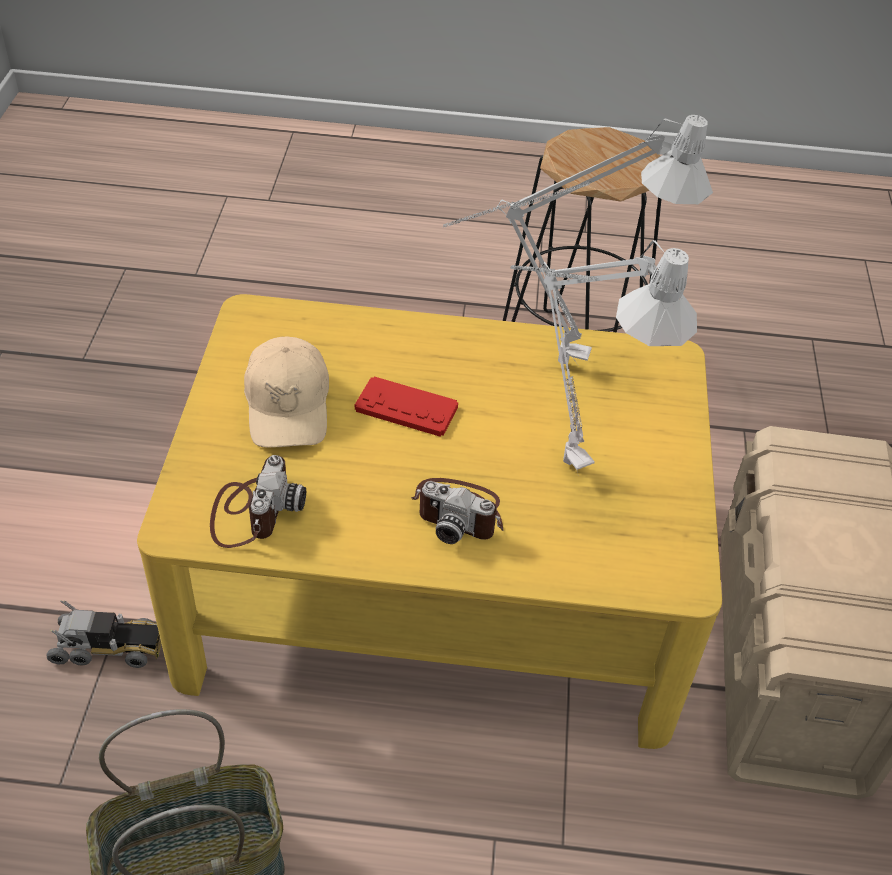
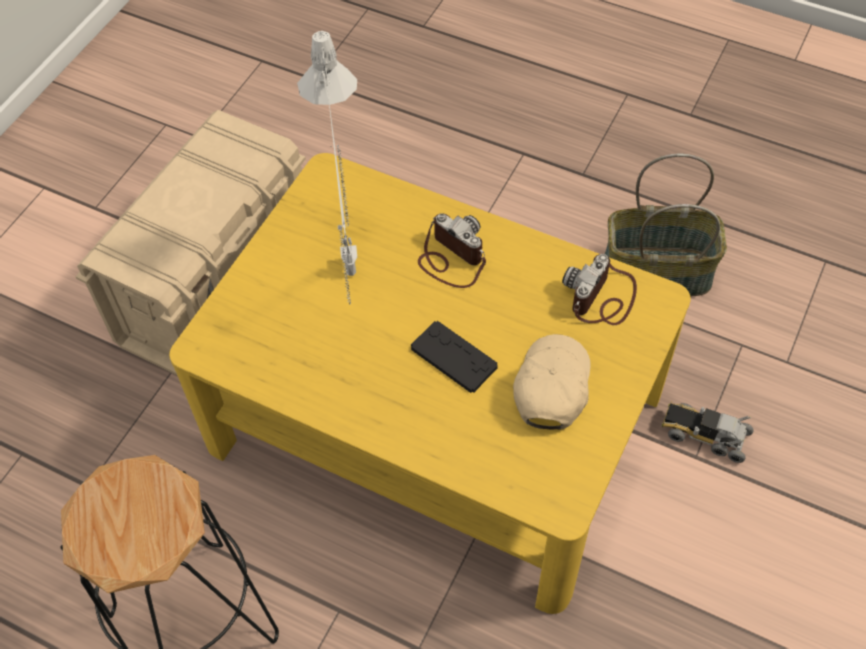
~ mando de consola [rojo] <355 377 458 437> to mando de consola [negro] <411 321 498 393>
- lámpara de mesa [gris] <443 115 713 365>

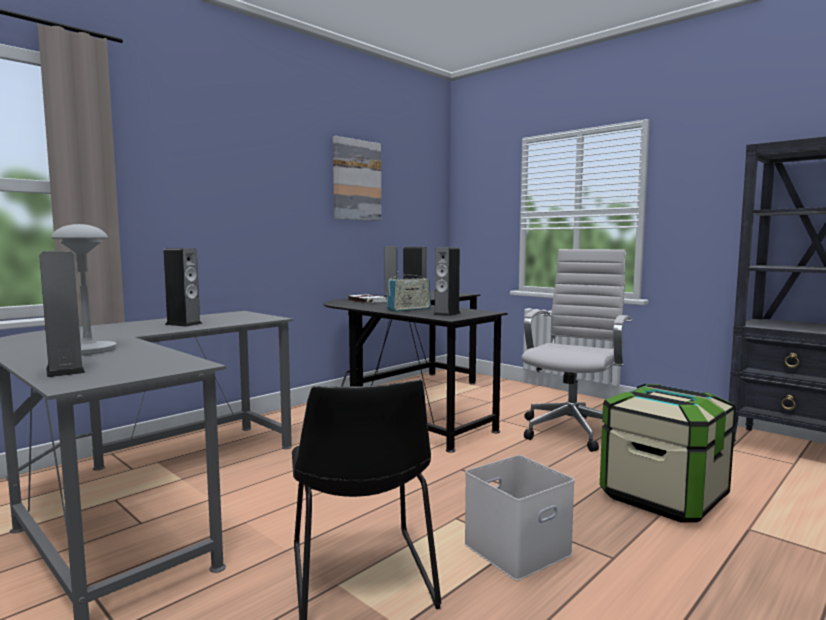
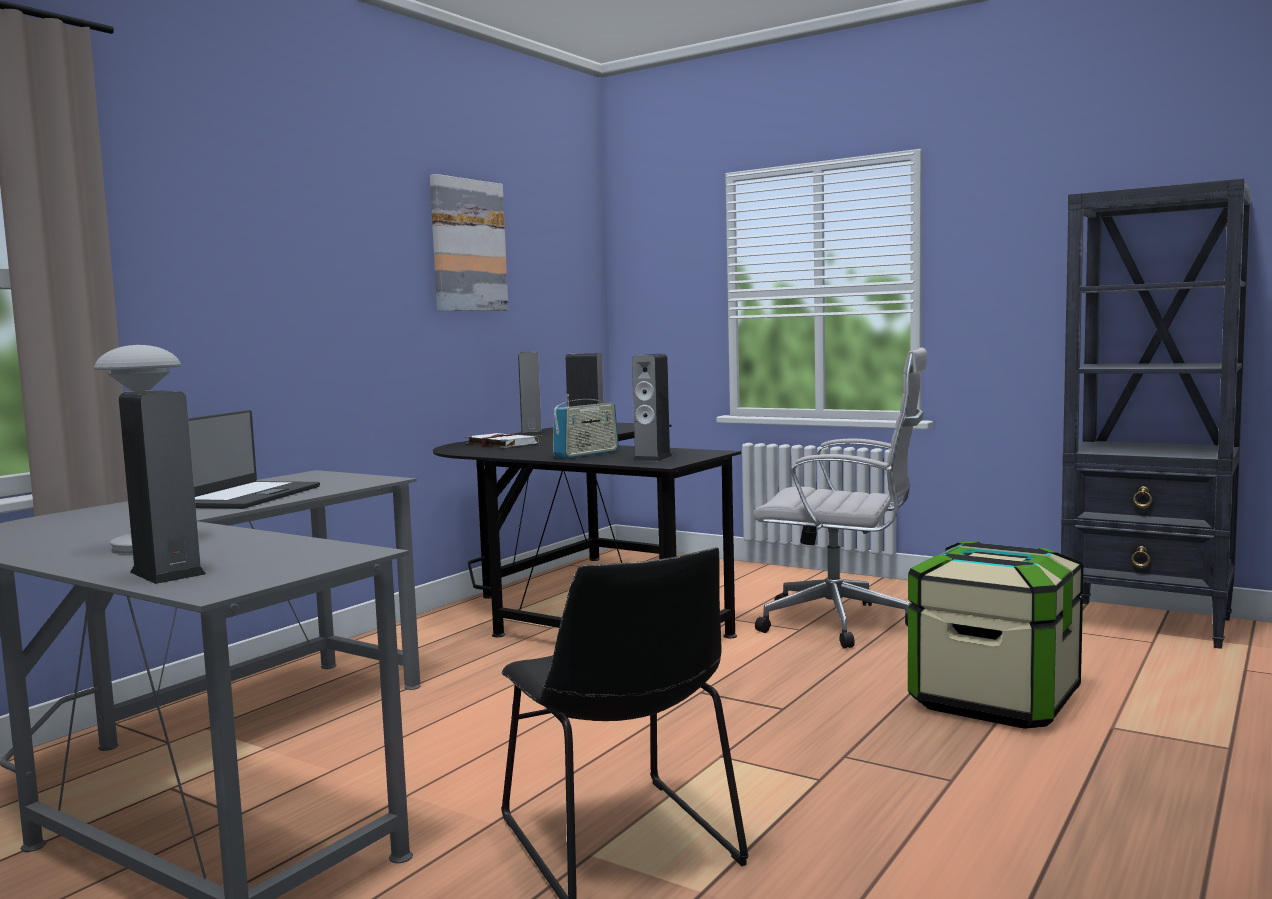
~ altavoz <163 248 202 327> to portátil <188 410 320 509>
~ silla de oficina [blanco] <522 249 632 452> = <753 348 927 649> 90 degrees clockwise
- caja de almacenaje [blanco] <464 455 575 581>

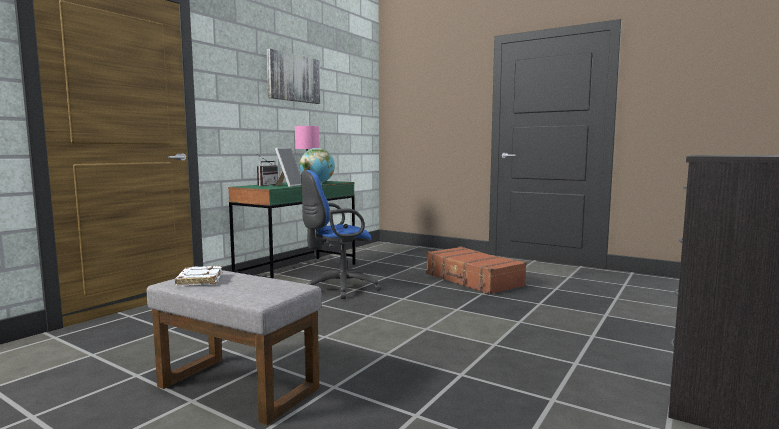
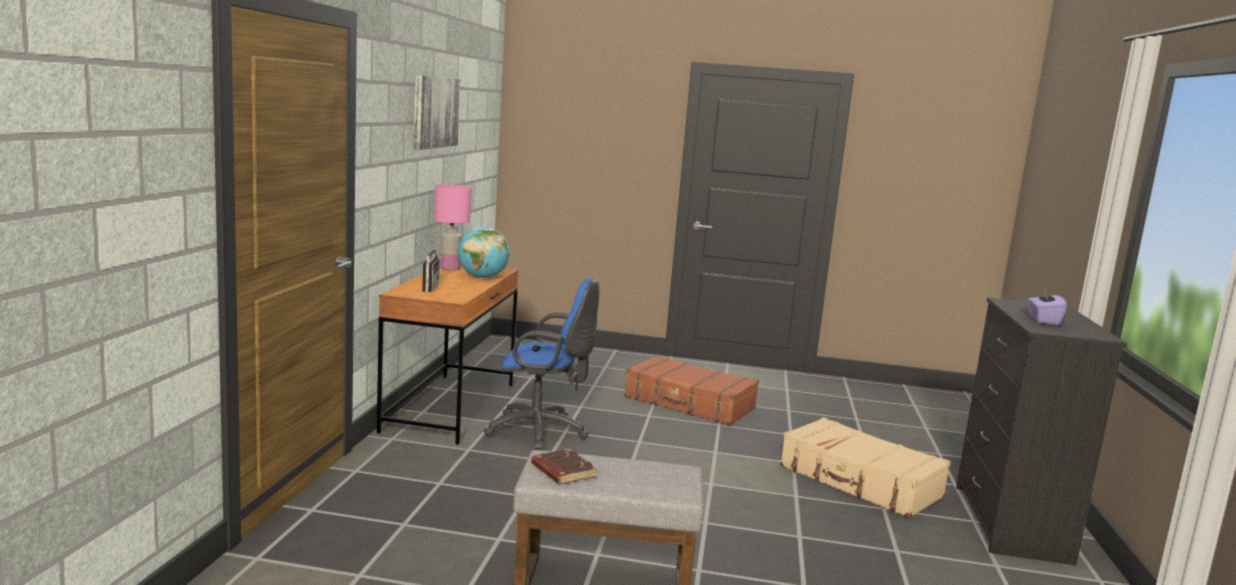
~ escritorio [verde] <228 181 355 279> to escritorio [marrón] <377 265 519 445>
~ silla de oficina [azul] <301 170 382 299> = <484 278 600 450> 120 degrees counterclockwise
~ libro [blanco] <174 266 223 286> to libro [marrón] <531 449 597 484>
+ maleta [beis] <780 417 951 518>
+ caja de pañuelos [morado] <1028 286 1067 325>
- portarretratos <275 148 302 187>

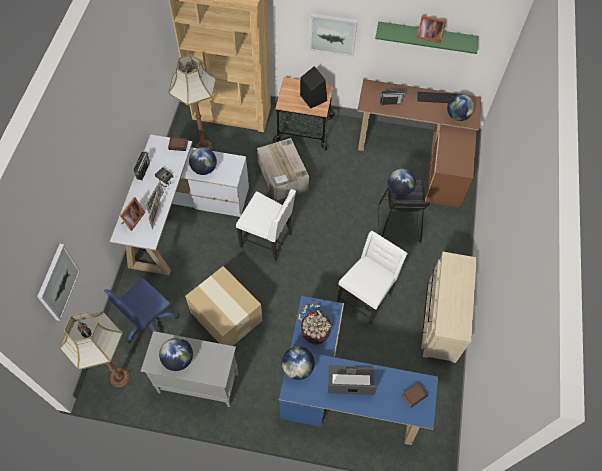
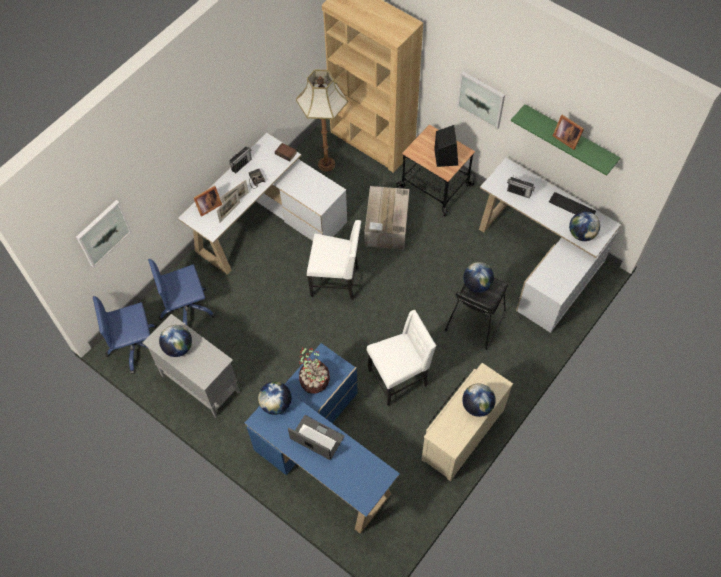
~ lámpara de pie <59 311 130 387> to silla de oficina [azul] <93 296 157 374>
~ silla [blanco] <236 189 296 261> = <307 220 361 300> 45 degrees counterclockwise
~ globo terráqueo <189 147 217 175> to <462 384 496 417>
~ escritorio [marrón] <357 79 481 208> to escritorio [blanco] <479 157 621 333>
- caja de cartón <185 266 263 346>
- libro <402 382 428 408>

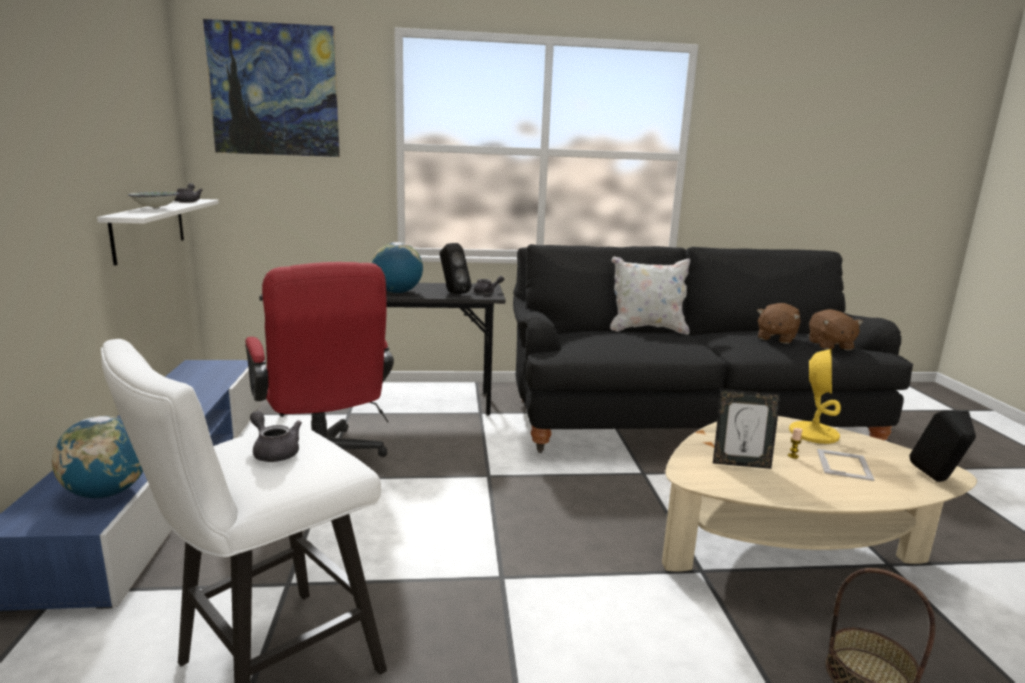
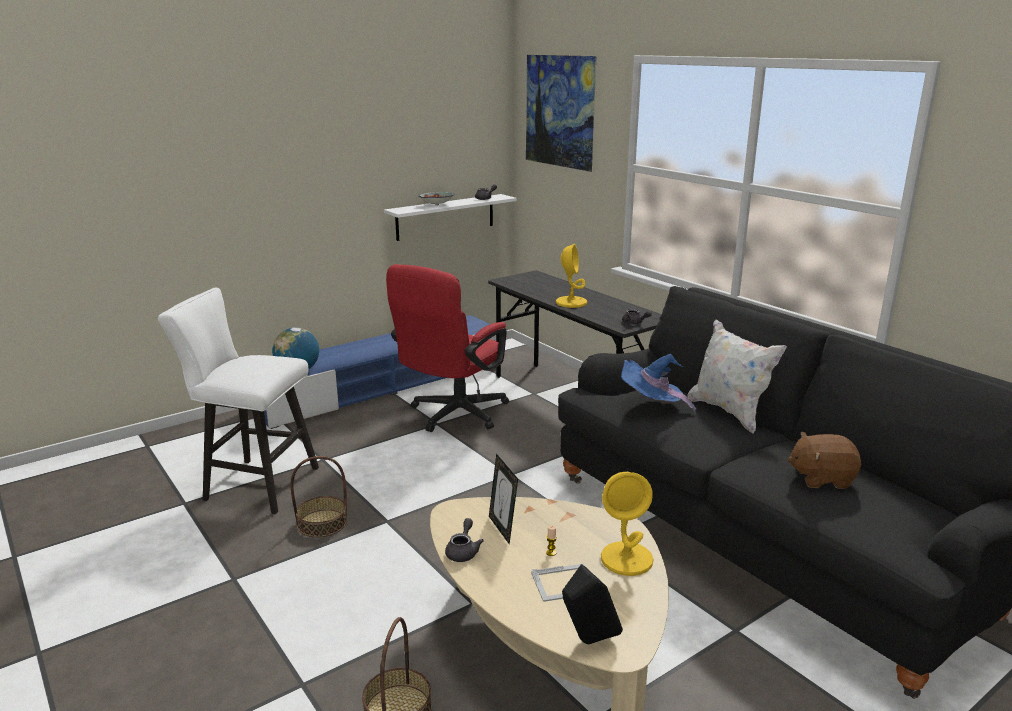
+ cesta <290 456 347 538>
~ tetera [gris] <250 411 302 462> to <445 518 484 562>
~ globo terráqueo <372 242 423 293> to lámpara de mesa [amarillo] <556 244 587 308>
+ sombrero [azul] <621 354 696 414>
- altavoz [negro] <440 243 472 294>
- peluche [marrón] <809 309 863 350>

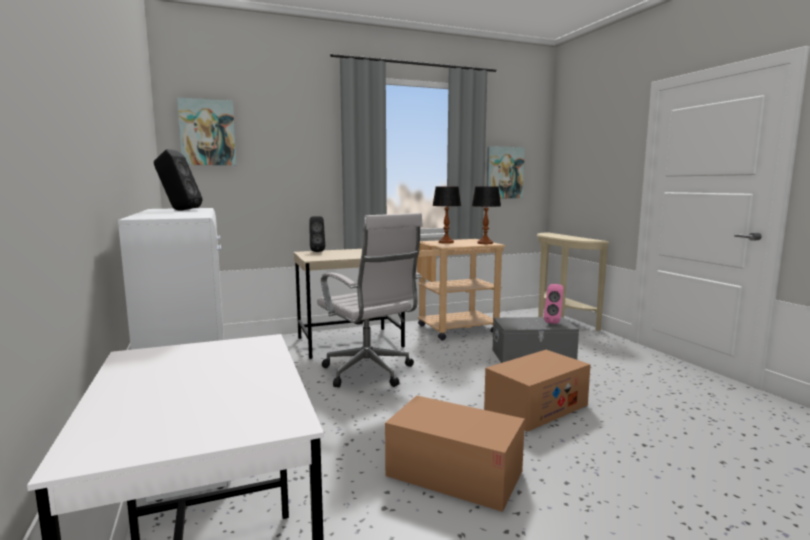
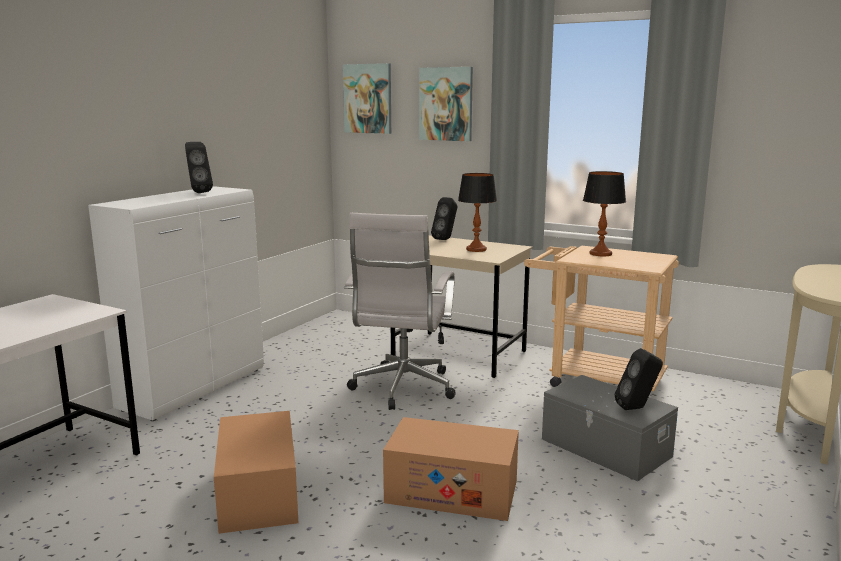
~ cuadro <487 146 525 199> to <419 67 473 141>
~ lámpara de mesa <472 187 501 244> to <458 173 497 252>
~ altavoz [rosa] <544 284 563 324> to altavoz [negro] <615 348 663 410>

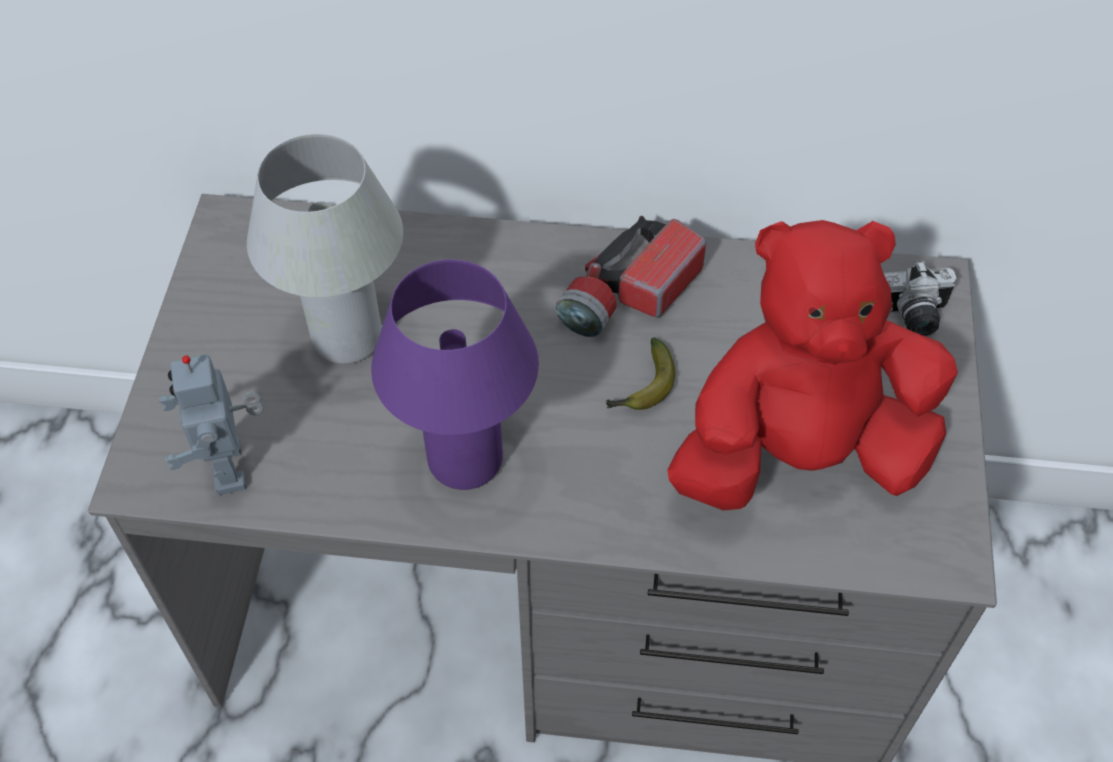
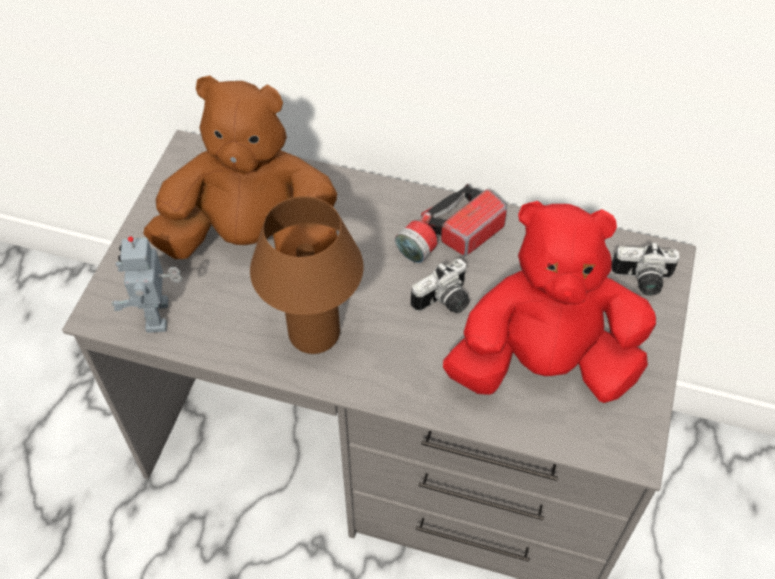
~ lámpara de mesa [blanco] <247 134 403 364> to peluche [marrón] <143 75 338 259>
~ lámpara de mesa [morado] <371 259 539 490> to lámpara de mesa [marrón] <250 196 364 354>
~ plátano <606 338 675 410> to cámara <411 259 470 314>

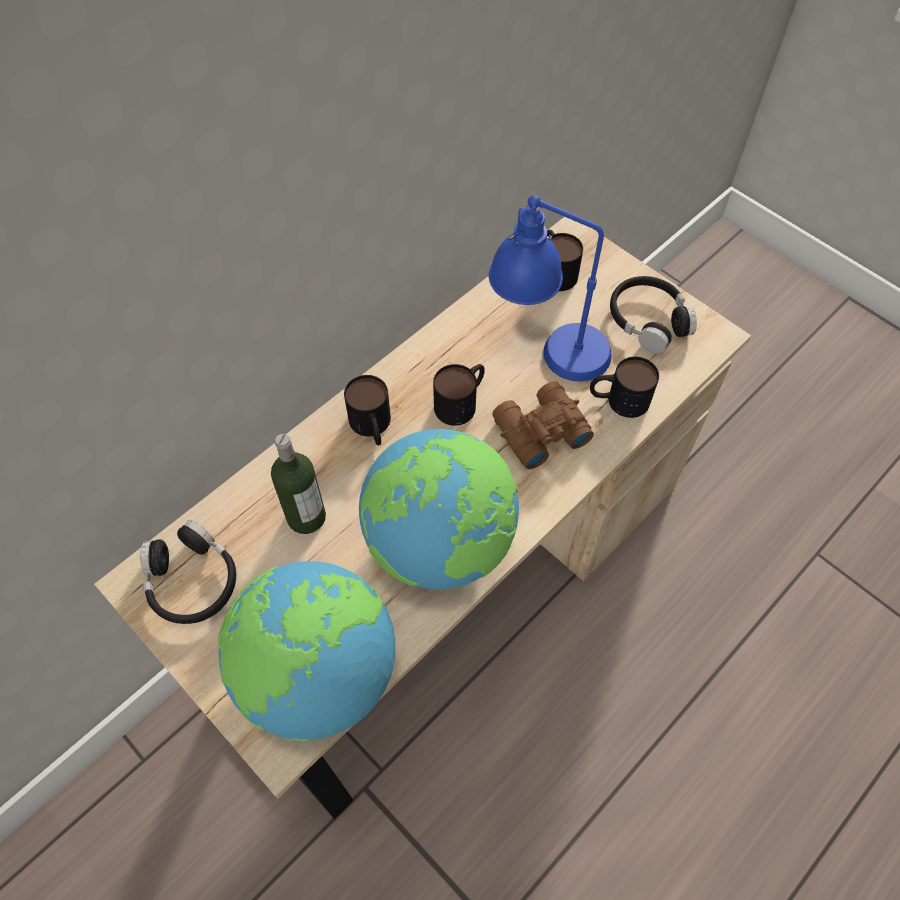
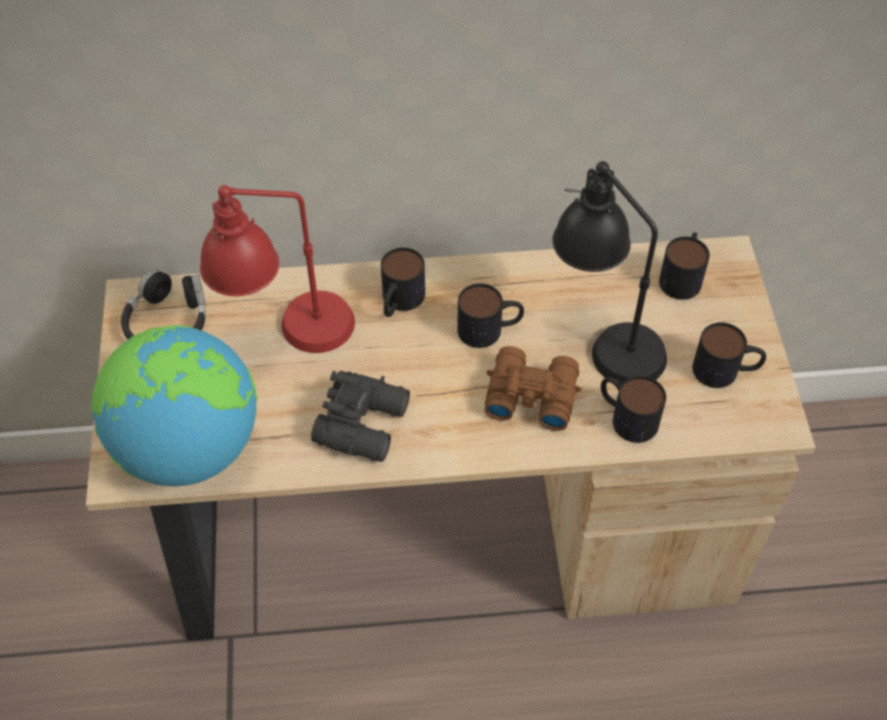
~ botella <271 434 326 534> to lámpara de mesa [rojo] <200 185 355 353>
~ globo terráqueo <359 429 519 590> to prismáticos [negro] <311 371 410 462>
~ lámpara de mesa [azul] <489 195 612 382> to lámpara de mesa [negro] <552 161 667 383>
~ auriculares [negro] <610 276 697 353> to taza grande <692 322 766 388>

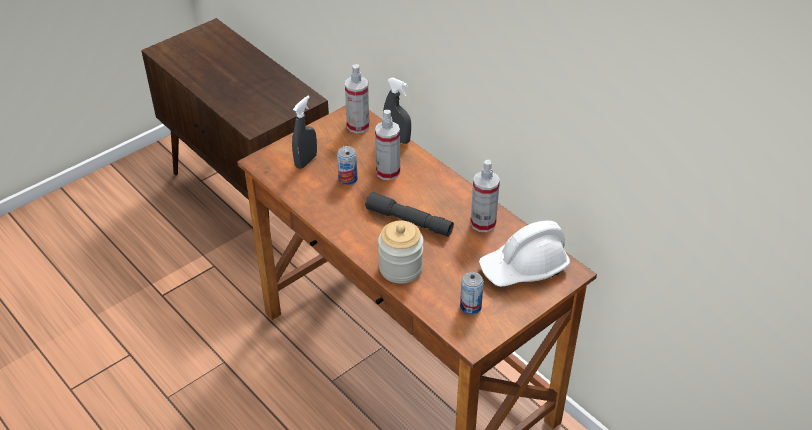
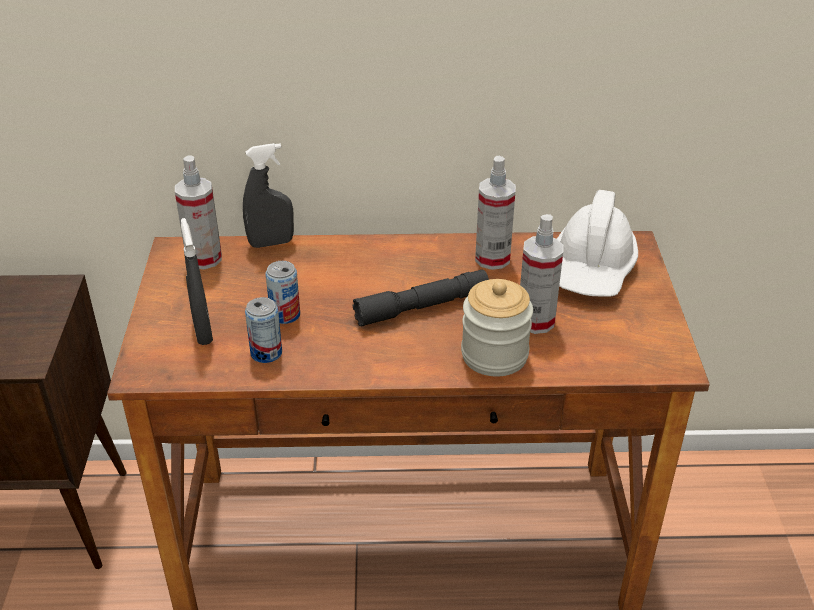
~ lata <460 272 484 315> to <245 297 282 363>
~ pulverizador <375 110 400 180> to <520 214 564 334>

